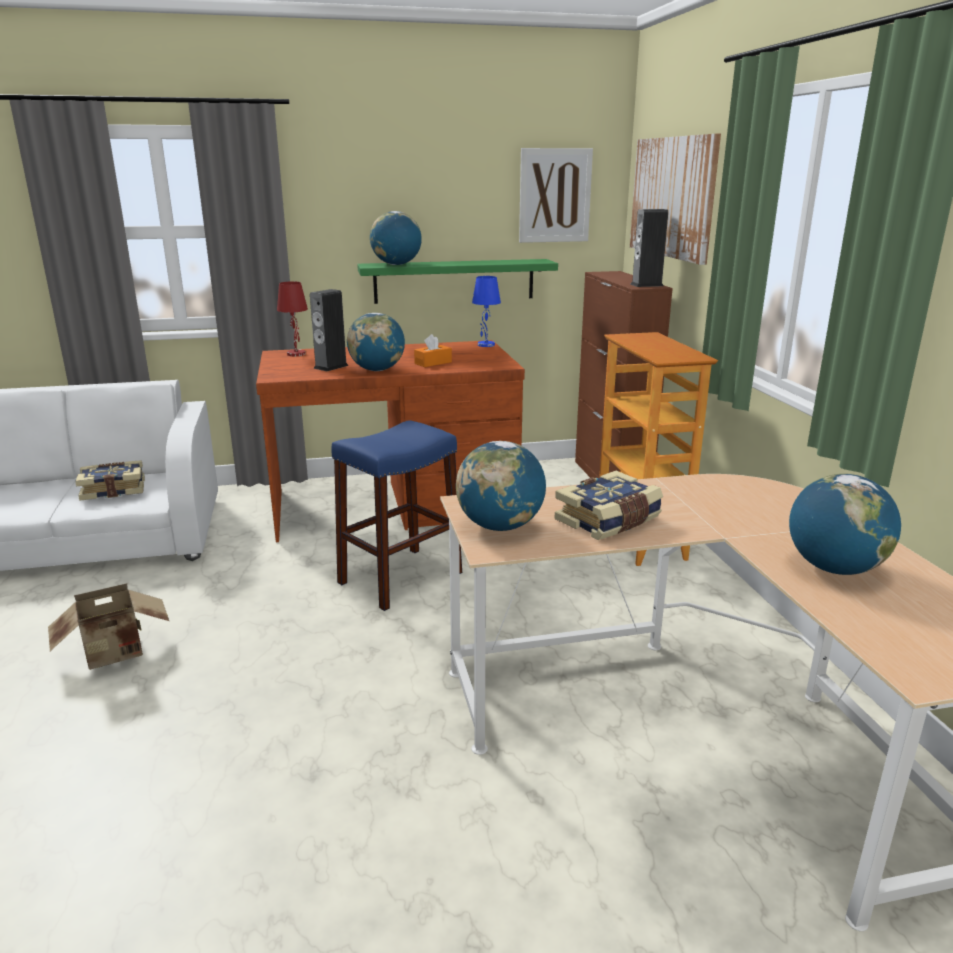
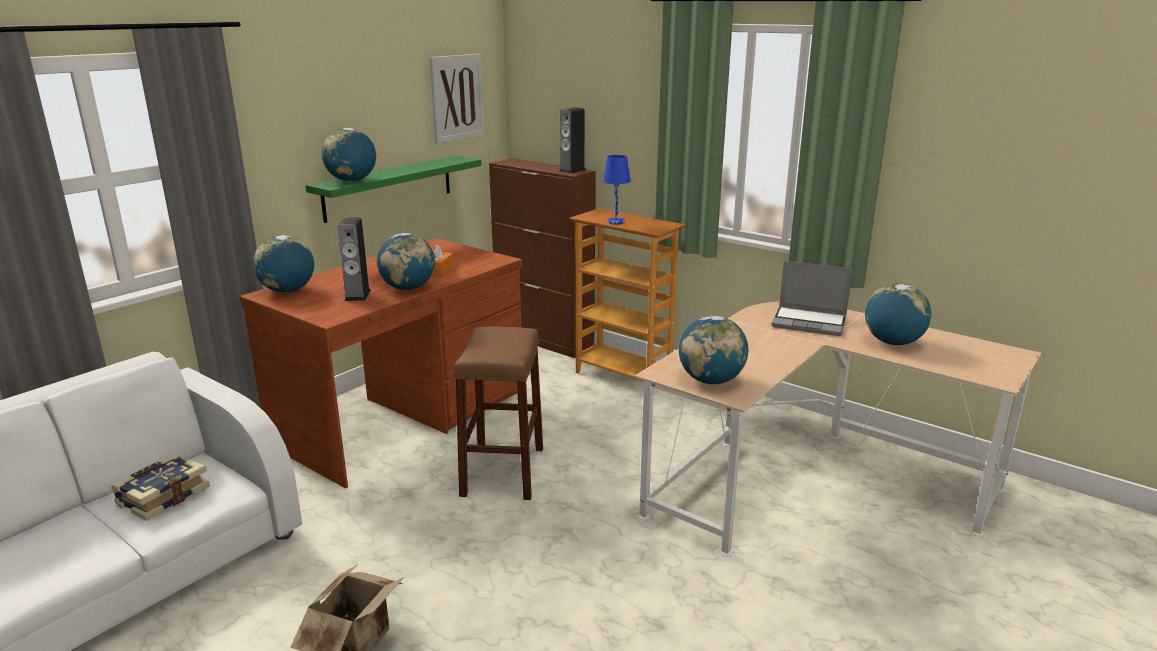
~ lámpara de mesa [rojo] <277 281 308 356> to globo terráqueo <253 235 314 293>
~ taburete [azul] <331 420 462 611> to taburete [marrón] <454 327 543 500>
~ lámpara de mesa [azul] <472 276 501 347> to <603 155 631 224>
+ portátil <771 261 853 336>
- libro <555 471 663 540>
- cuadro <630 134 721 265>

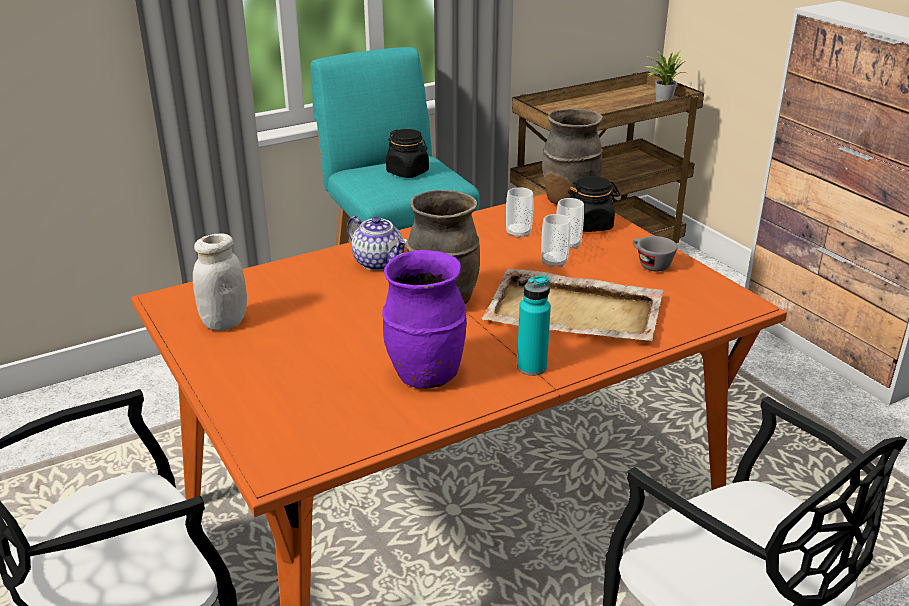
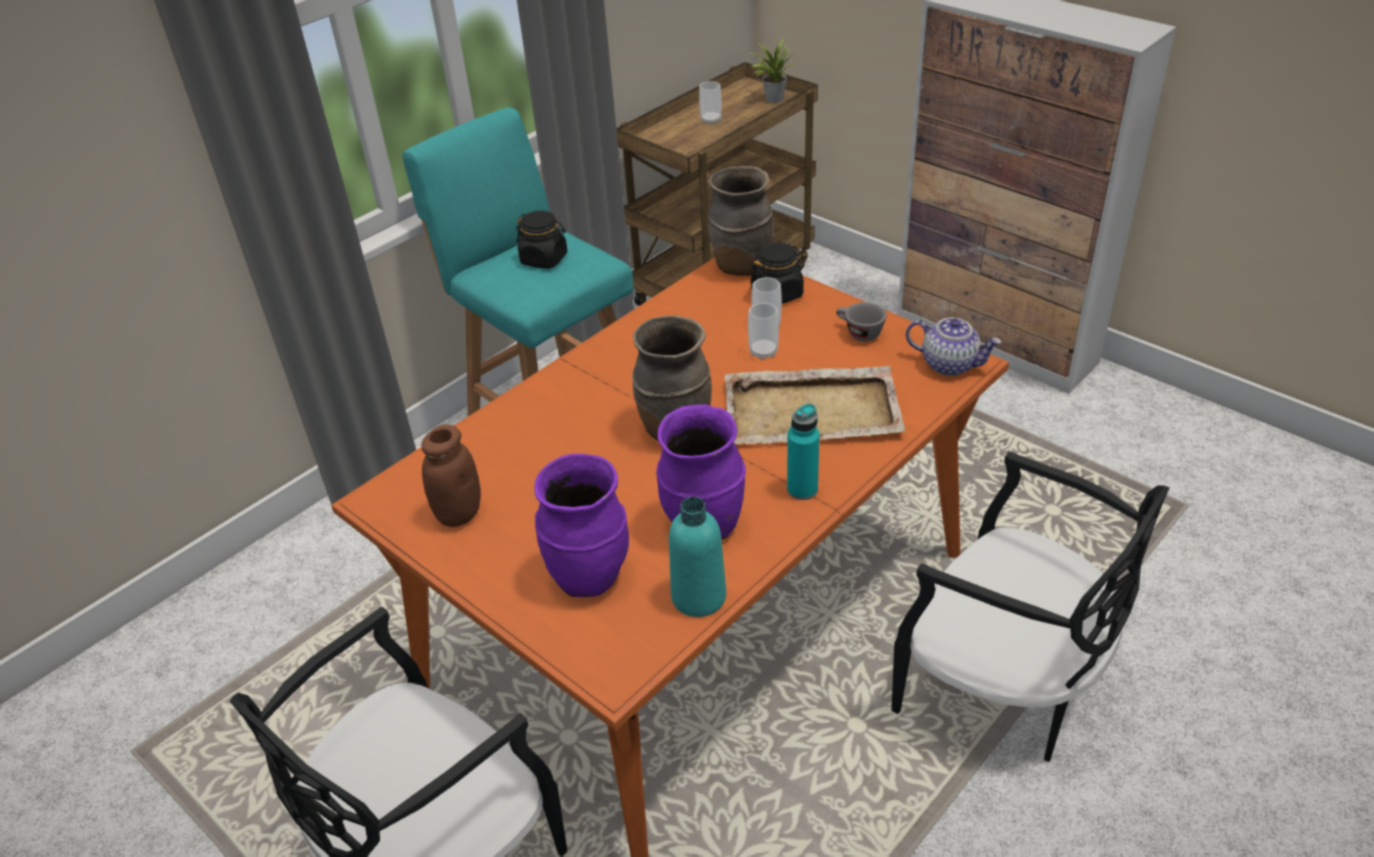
~ tarro [blanco] <193 233 247 331> to tarro [marrón] <421 425 481 527>
+ florero [morado] <534 454 629 597>
+ botella [turquesa] <669 497 726 617>
~ taza <506 187 533 239> to <699 81 722 125>
~ tetera <347 216 407 271> to <906 318 1002 376>

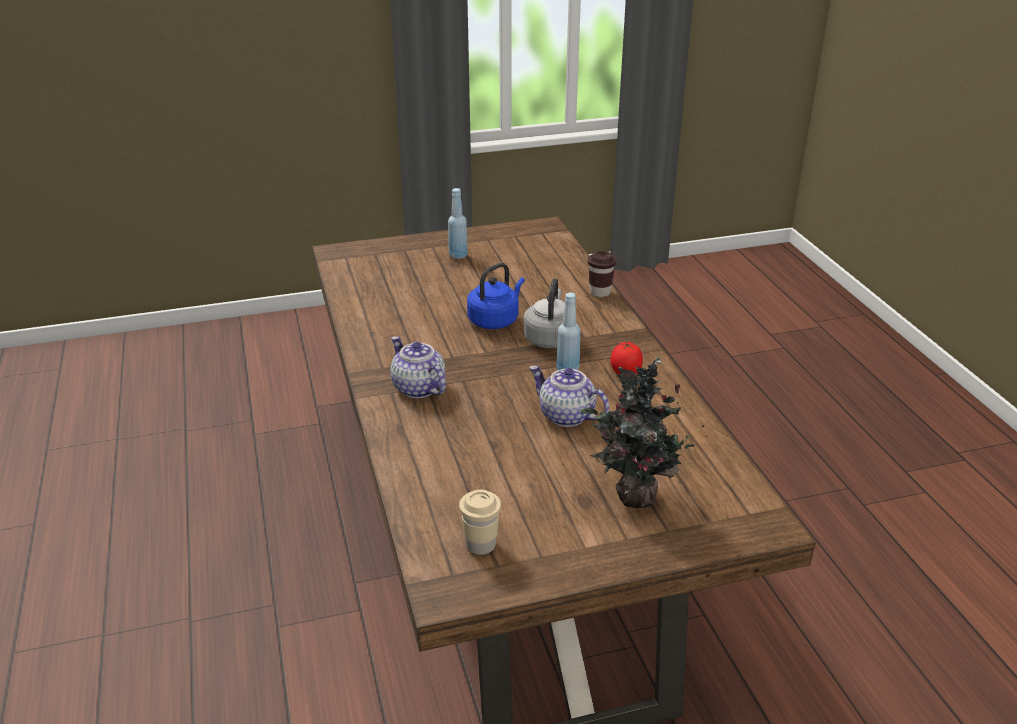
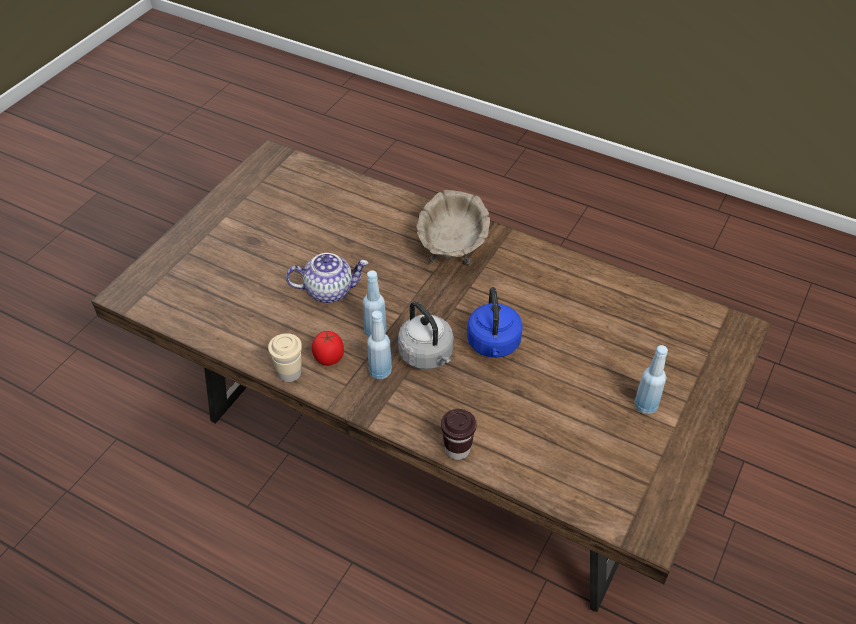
~ taza [beis] <459 490 501 555> to <268 333 302 382>
+ botella [azul] <367 310 392 379>
~ tetera <390 336 446 398> to cuenco [beis] <416 190 490 266>
- planta en maceta <580 357 704 508>

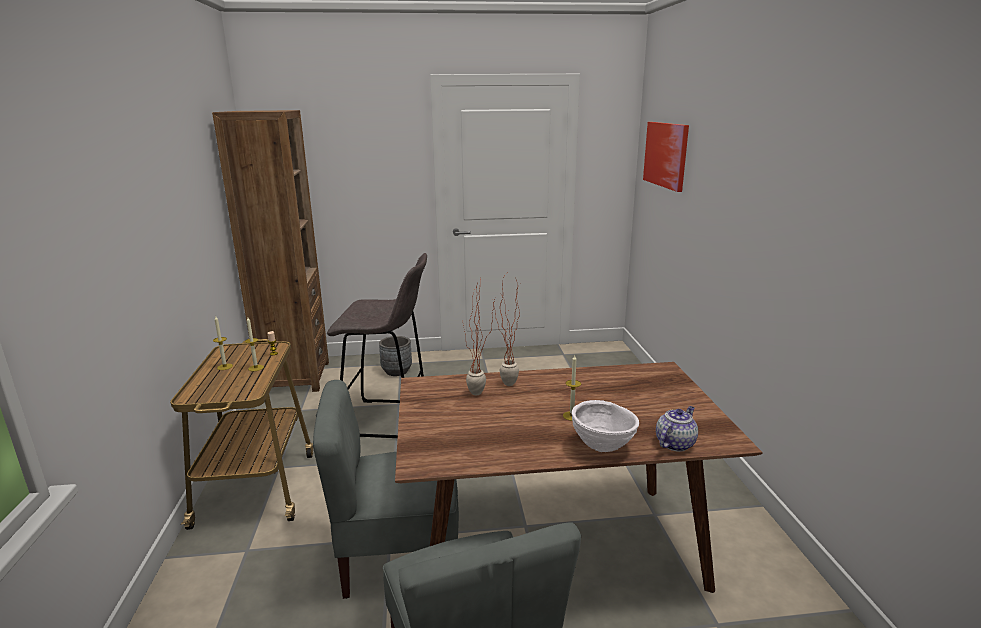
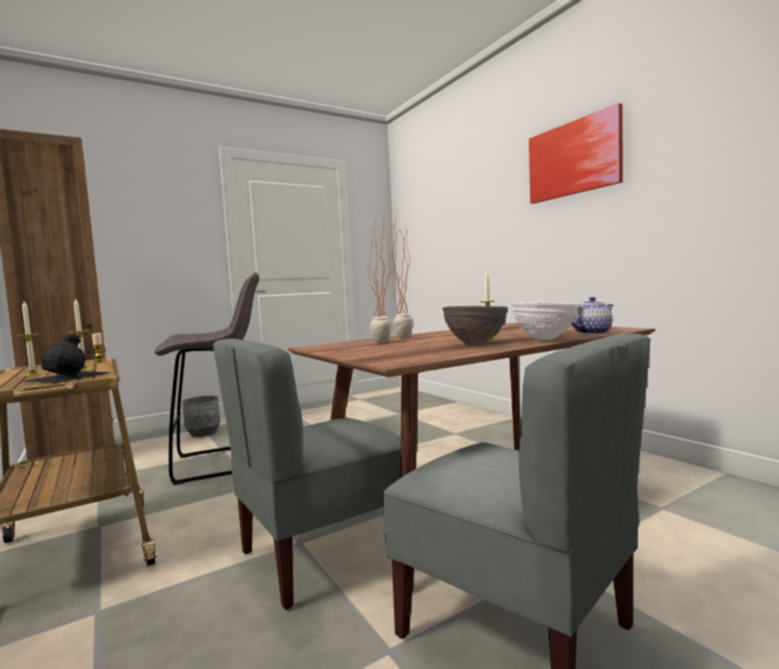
+ botella [negro] <25 333 113 383>
+ cuenco [marrón] <442 306 508 345>
~ cuadro <643 122 689 192> to <529 103 623 204>
~ tetera <656 406 698 452> = <571 297 613 334> 45 degrees clockwise

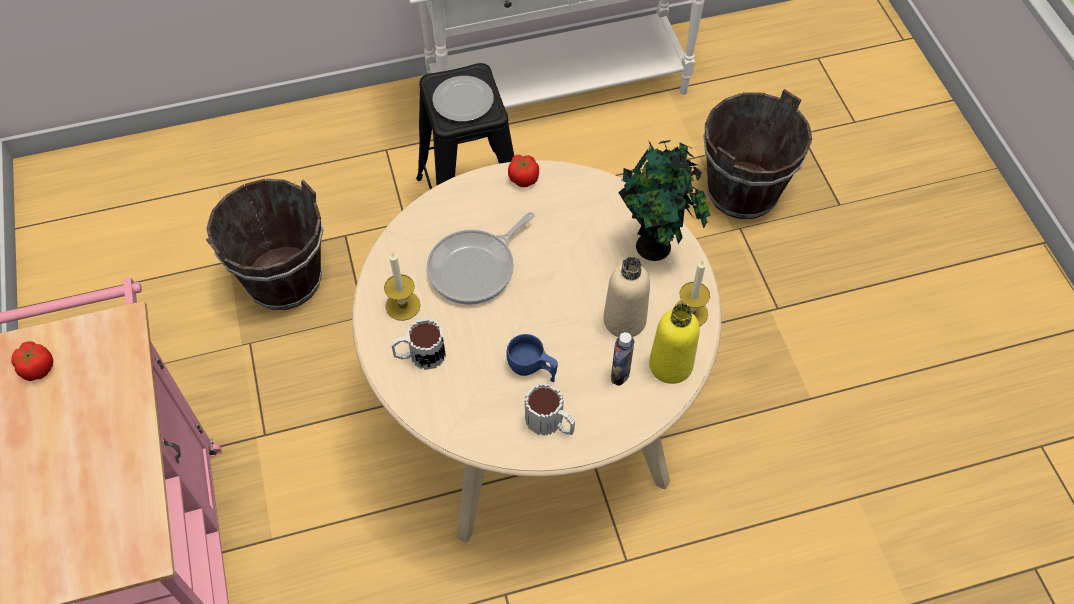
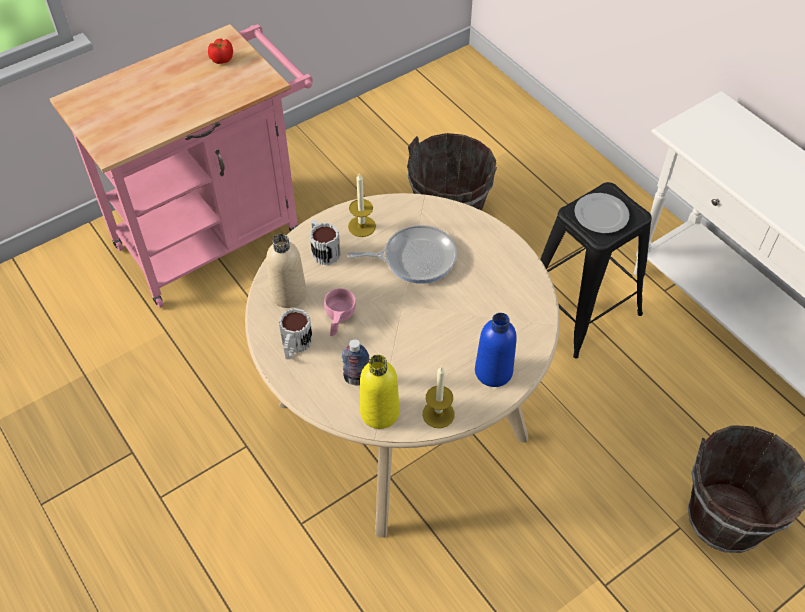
~ botella [beis] <603 257 650 337> to <266 234 307 308>
~ taza [azul] <506 334 558 382> to taza [rosa] <324 288 356 336>
~ sartén <427 212 535 305> = <347 225 457 284> 150 degrees clockwise
~ planta en maceta <618 140 711 261> to botella [azul] <475 313 517 387>
- tomate <508 155 539 187>

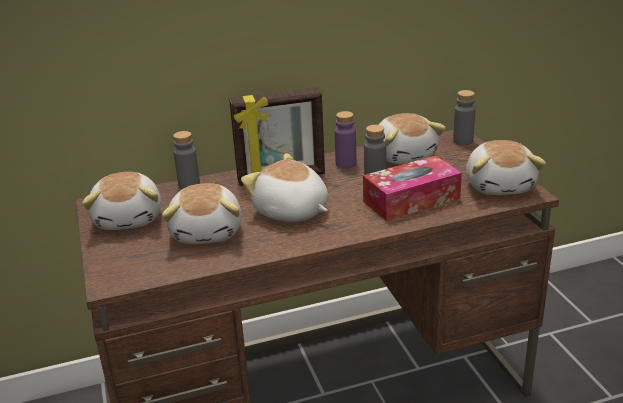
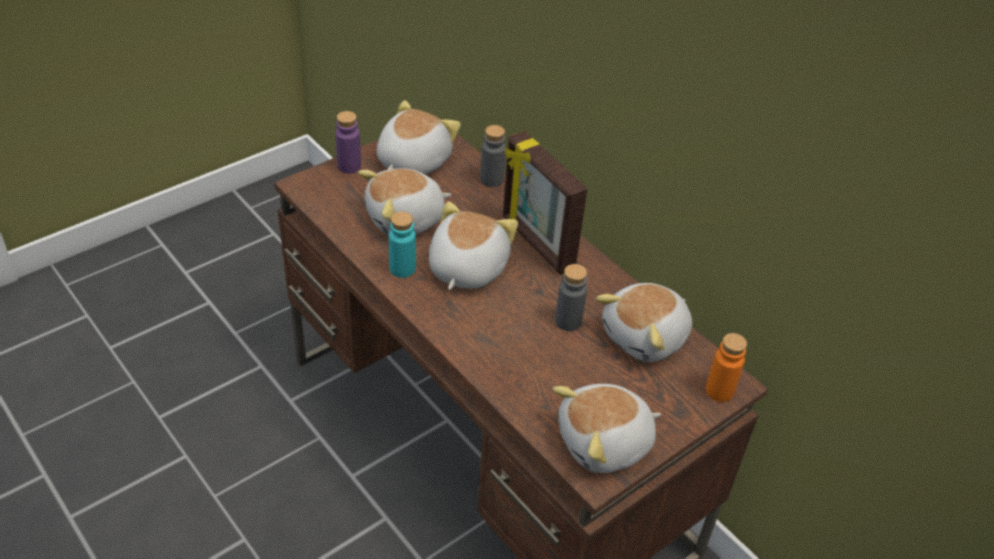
~ botella [morado] <335 111 356 169> to <335 111 361 173>
~ peluche <82 172 161 230> = <377 100 461 174> 150 degrees clockwise
+ botella [turquesa] <389 212 416 278>
~ botella [gris] <453 90 475 145> to botella [naranja] <705 333 747 402>
- caja de pañuelos <363 156 462 221>

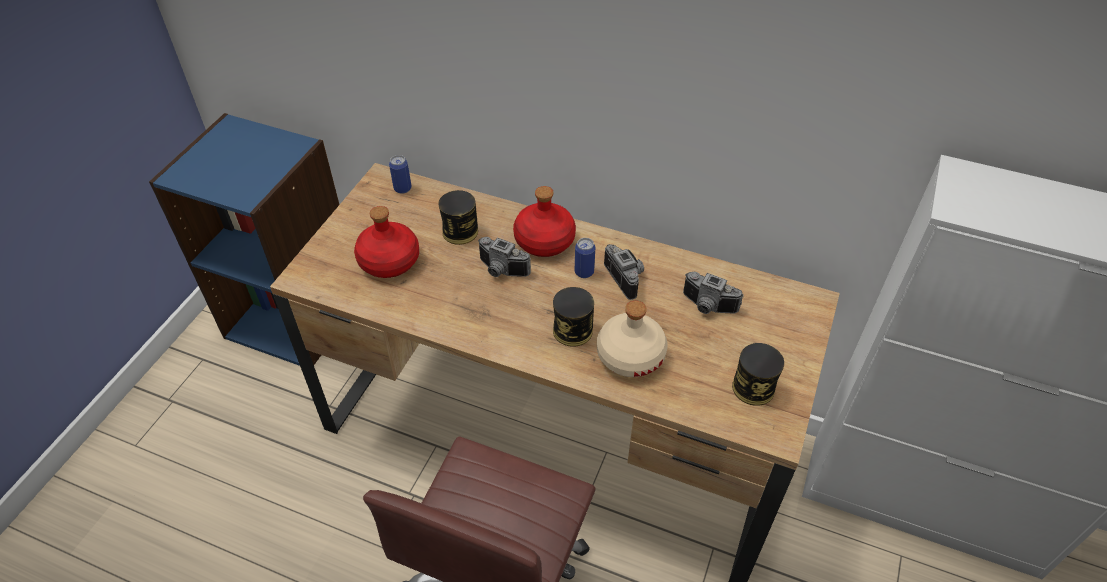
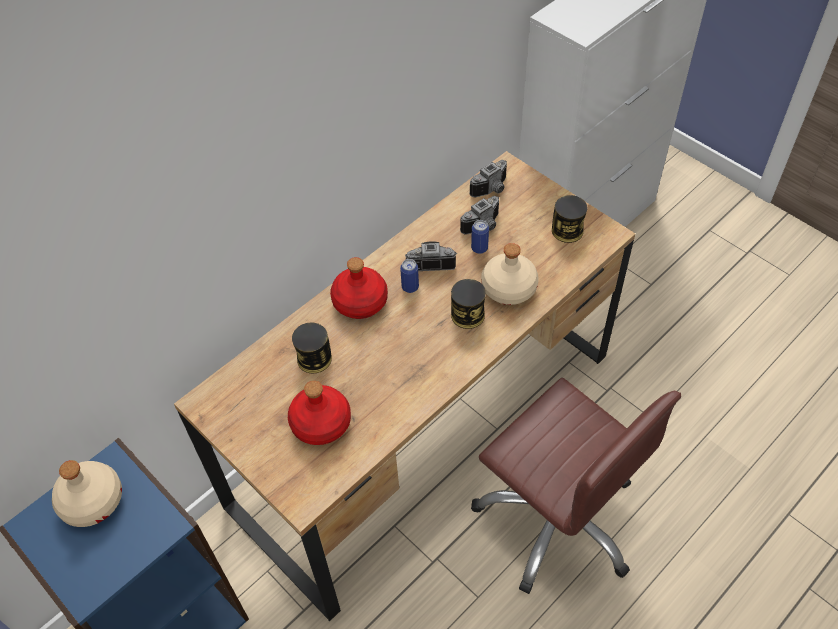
+ botella [beis] <52 460 122 527>
~ cámara <478 237 531 277> to <470 160 507 197>
~ lata <389 155 411 194> to <471 220 489 254>

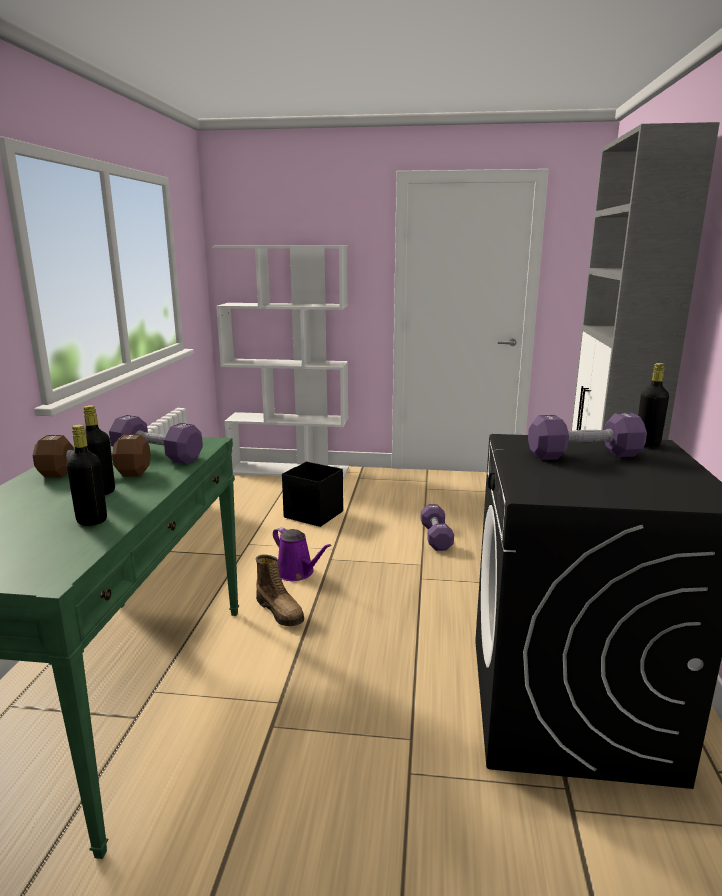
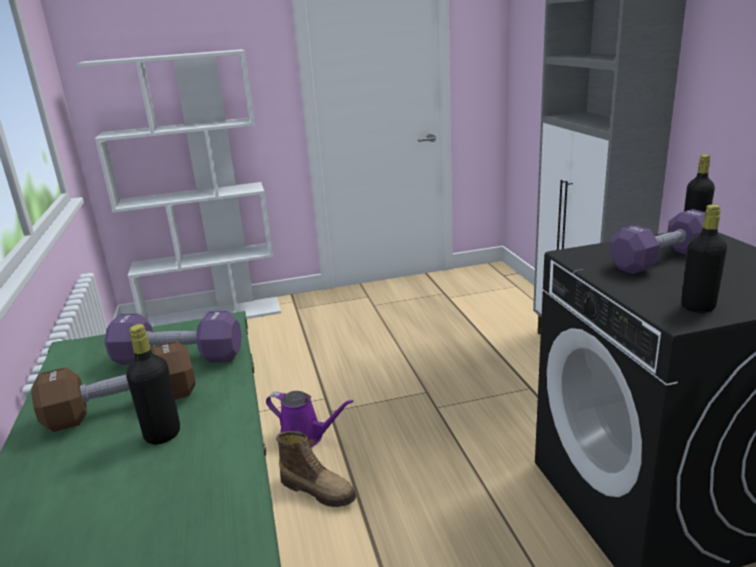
~ botella [negro] <66 424 107 526> to <681 205 727 313>
- caja de almacenaje [negro] <282 462 343 527>
- mancuerna [morado] <421 504 454 551>

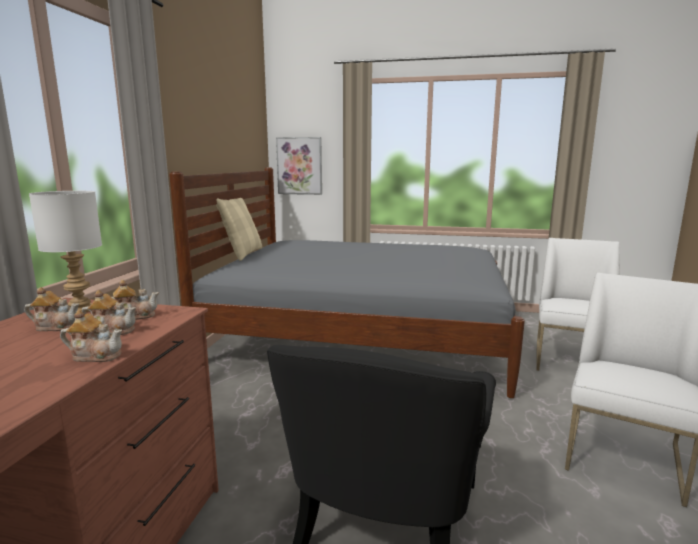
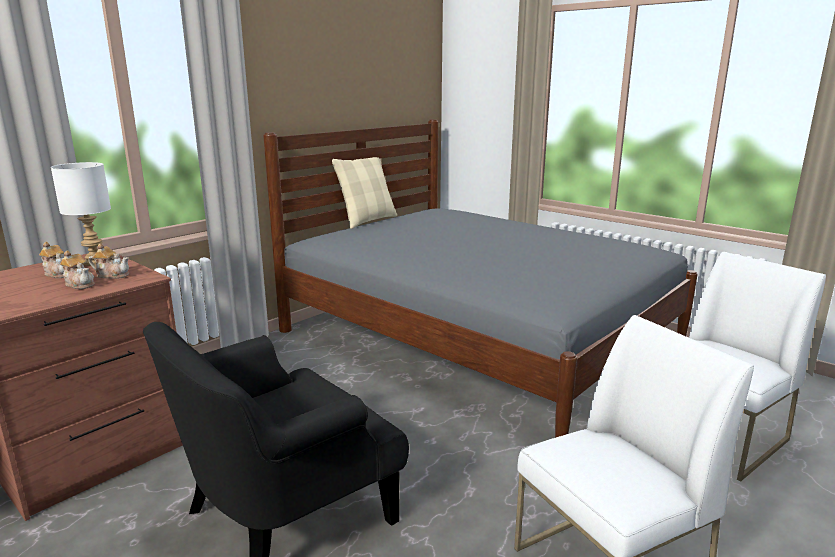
- tetera <60 310 122 362>
- cuadro <276 137 322 195>

